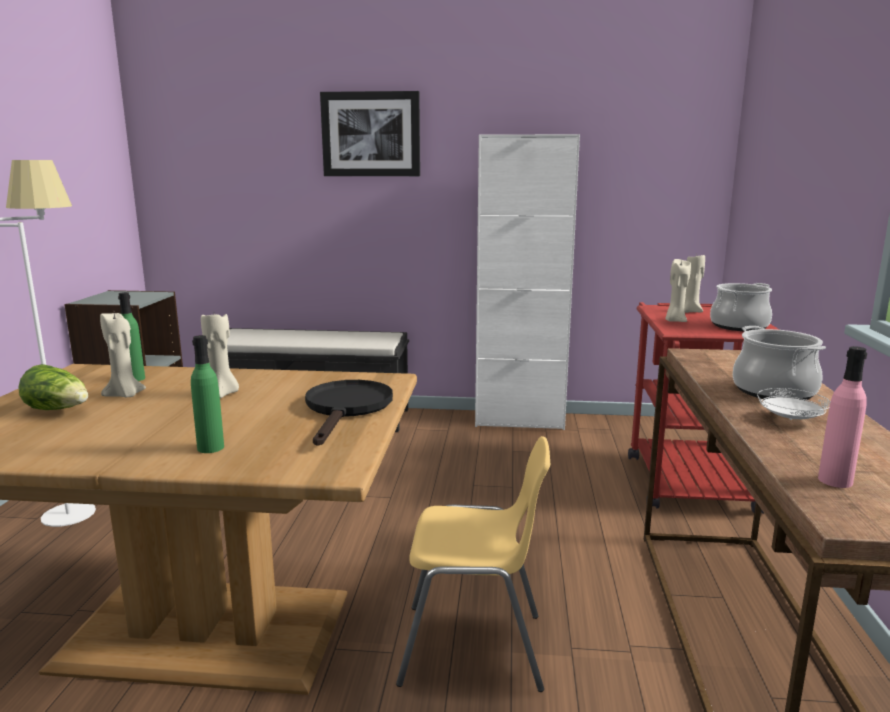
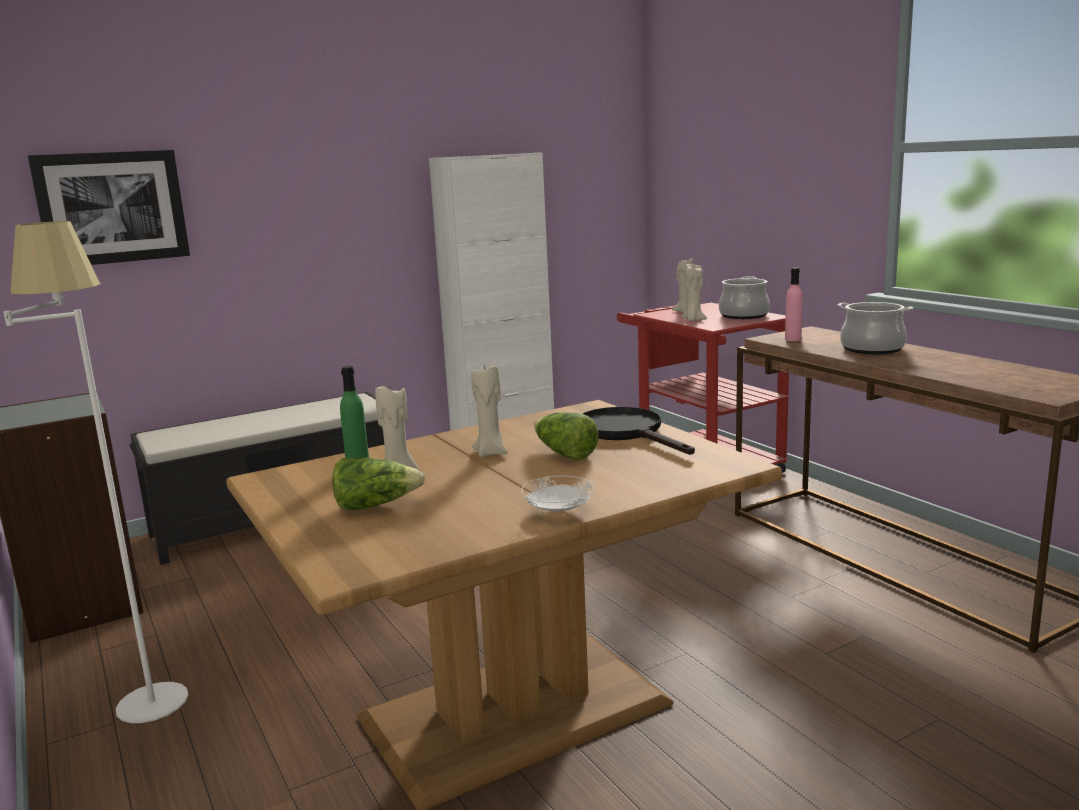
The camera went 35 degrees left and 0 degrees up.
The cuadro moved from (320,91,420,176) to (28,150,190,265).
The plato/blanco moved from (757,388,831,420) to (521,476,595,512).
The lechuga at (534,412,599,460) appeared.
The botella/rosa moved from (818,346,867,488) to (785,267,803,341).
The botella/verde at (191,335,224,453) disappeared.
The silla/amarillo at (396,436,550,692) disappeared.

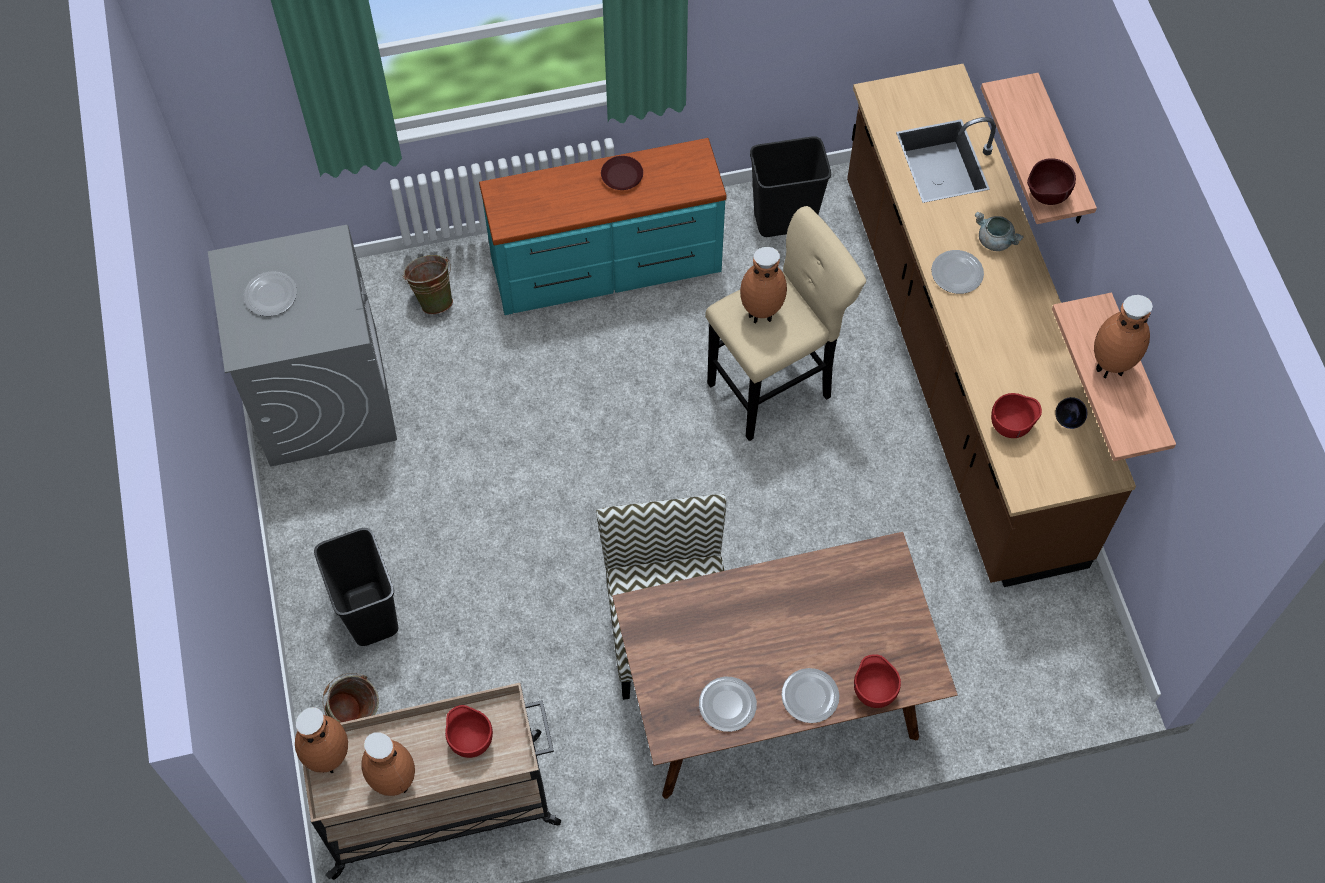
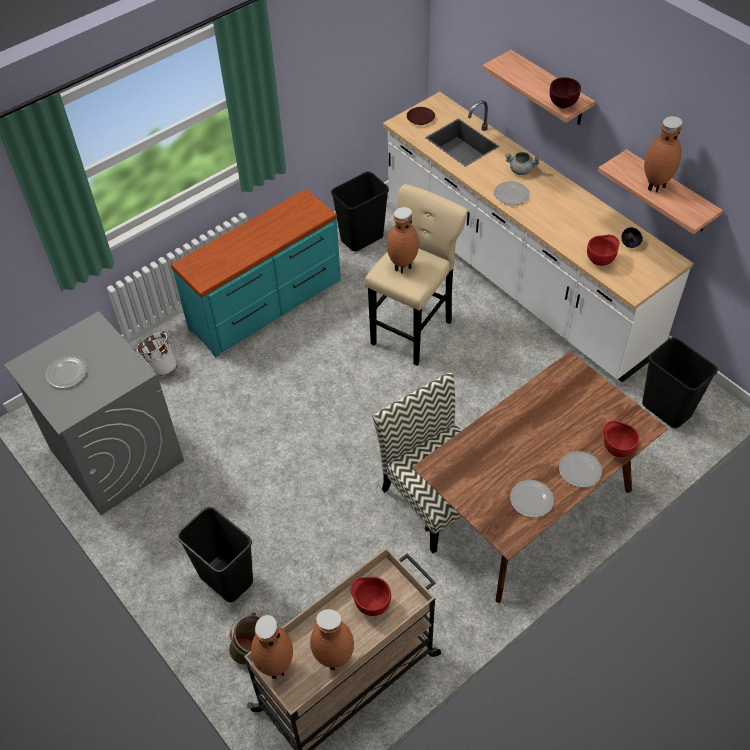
The camera went 25 degrees left and 10 degrees down.
The cubo/verde at (402,255,453,315) became the cubo/blanco at (137,330,178,376).
The mueble bajo de cocina/marrón at (847,64,1136,587) became the mueble bajo de cocina/blanco at (383,92,694,382).
The plato/marrón moved from (601,156,643,190) to (407,107,435,125).
The papelera/negro at (642,338,718,428) appeared.

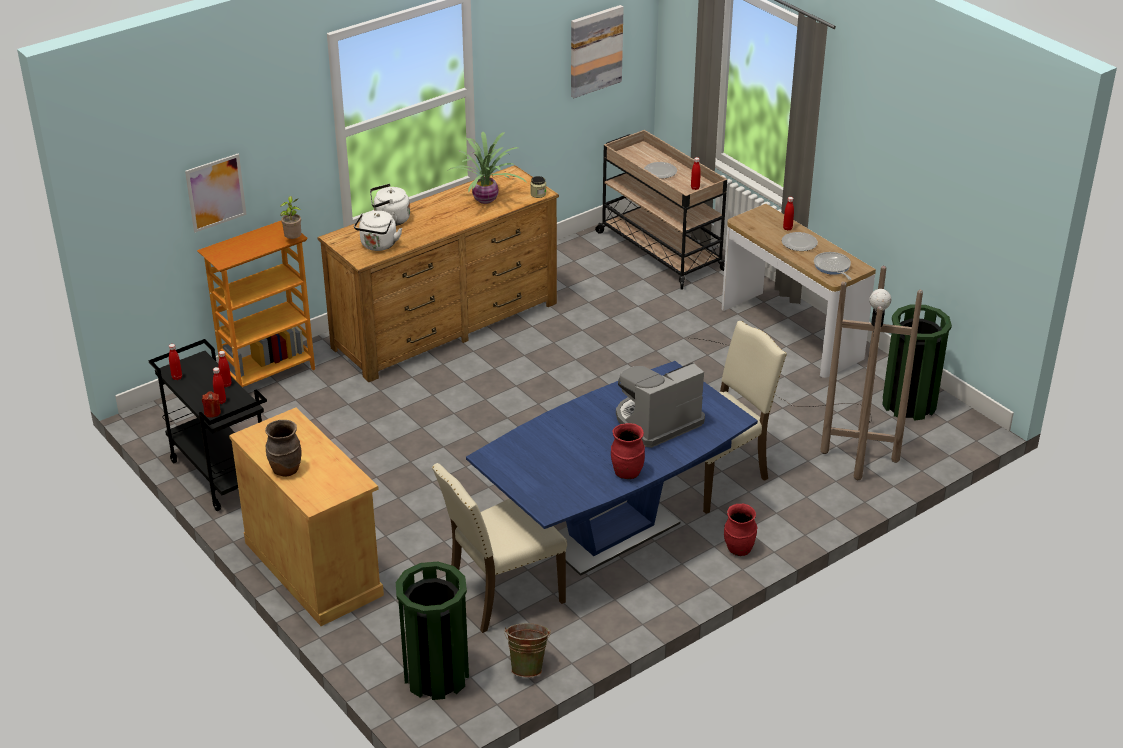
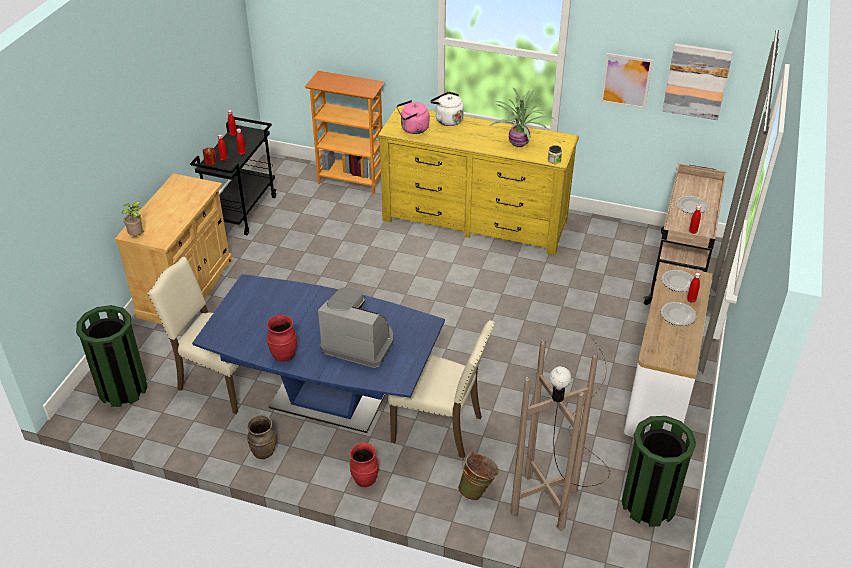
The camera went 55 degrees right and 5 degrees up.
The planta en maceta moved from (280,196,301,239) to (122,201,146,236).
The florero/marrón moved from (265,420,302,476) to (247,415,276,459).
The cómoda/marrón at (317,165,559,382) became the cómoda/amarillo at (378,106,579,255).
The hervidor/blanco at (354,211,402,251) became the hervidor/rosa at (397,100,429,134).
The cubo/verde moved from (504,623,551,677) to (458,451,499,501).
The cuadro moved from (185,154,247,233) to (600,53,653,109).
The plato at (662,270,694,292) appeared.
The sartén at (814,252,852,280) disappeared.

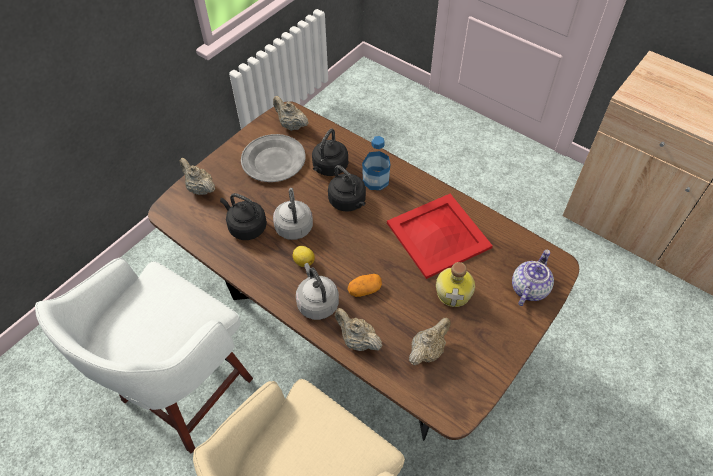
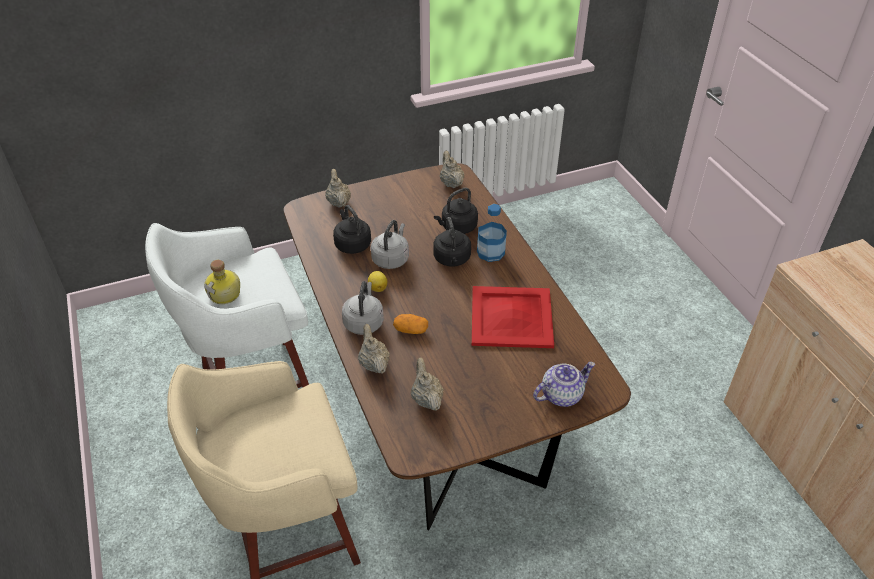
The camera went 30 degrees right and 10 degrees down.
The botella moved from (436,262,475,307) to (204,260,240,304).
The tetera/beis at (409,318,451,365) turned 90 degrees counterclockwise.
The plato/gris at (241,134,306,182) disappeared.

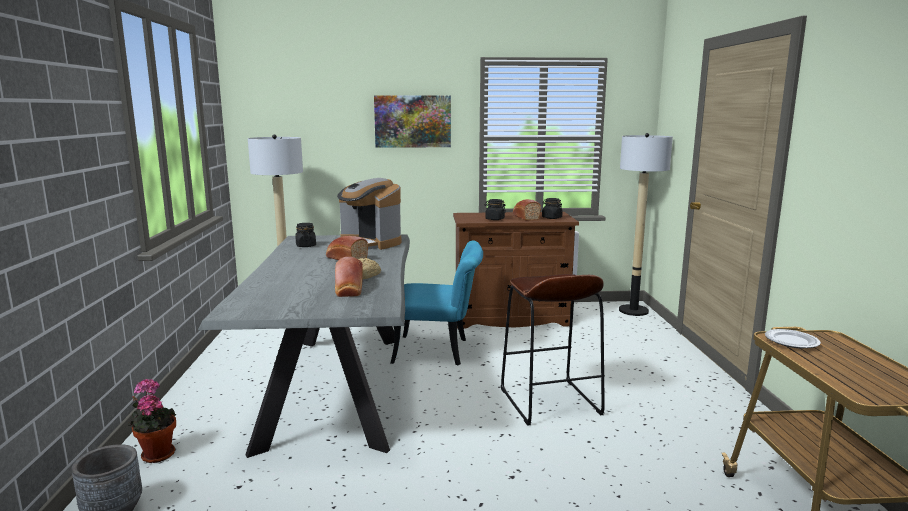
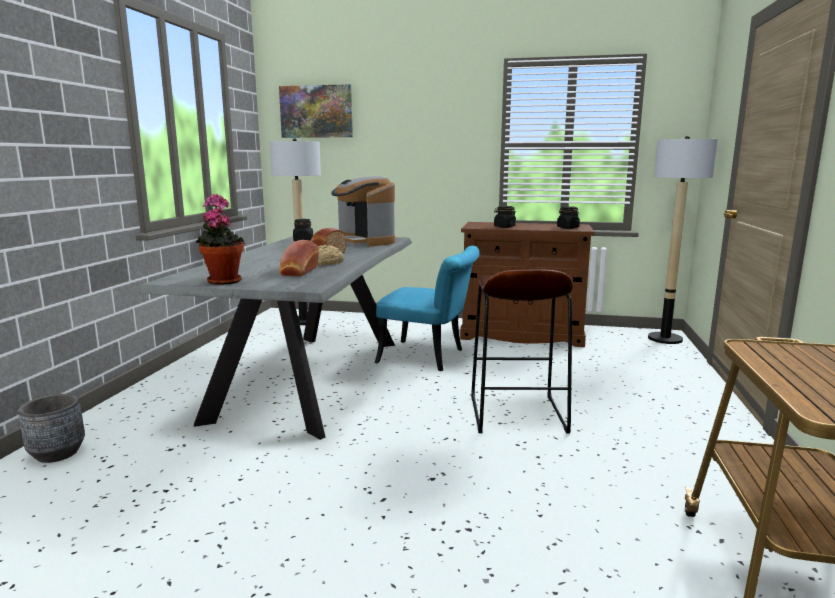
The camera went 15 degrees right and 0 degrees up.
The planta en maceta moved from (128,379,176,463) to (195,194,245,285).
The cuadro moved from (374,96,451,148) to (279,84,353,138).
The pan at (513,199,541,220) disappeared.
The plato at (765,329,821,348) disappeared.

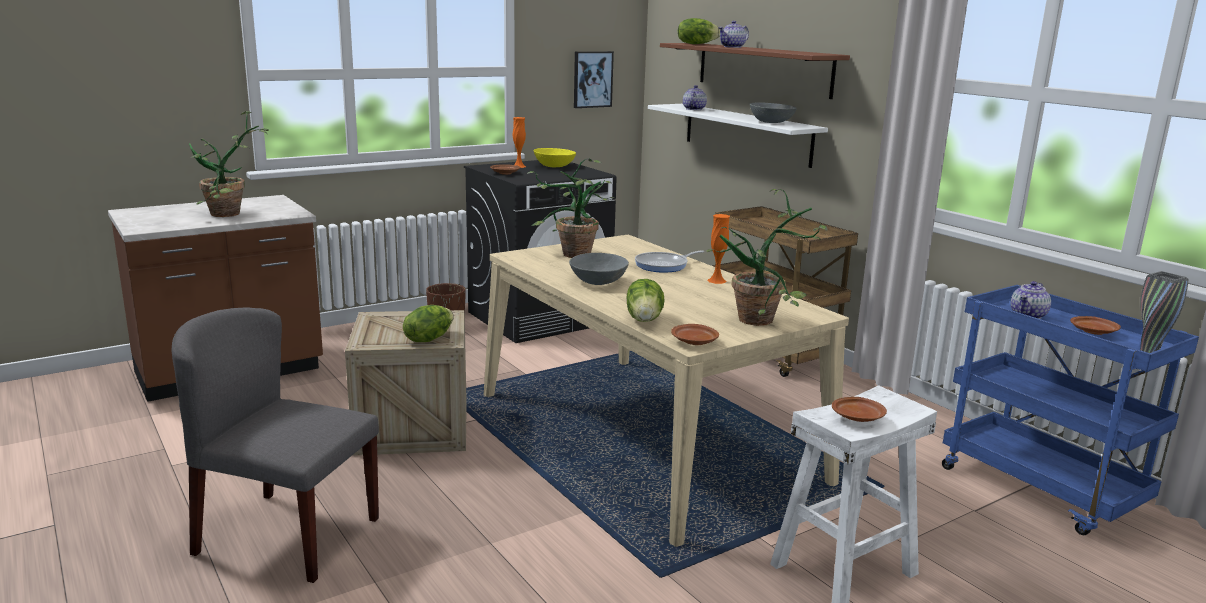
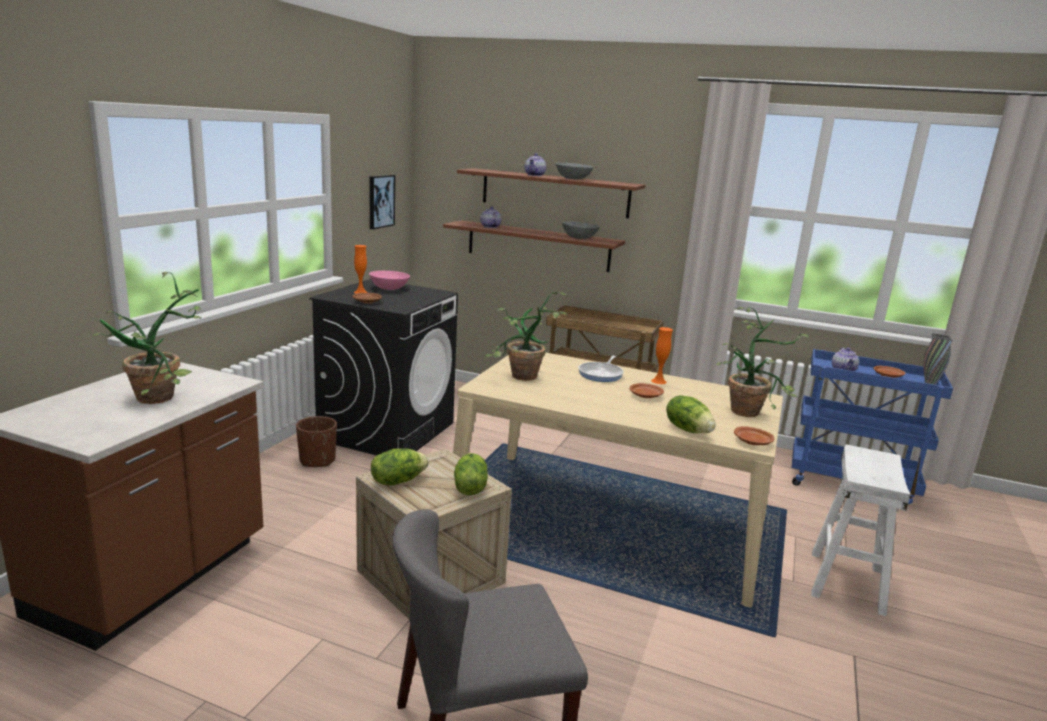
The camera went 35 degrees left and 0 degrees up.
The cuenco/amarillo at (533,148,576,167) became the cuenco/rosa at (369,271,410,290).
The lechuga moved from (678,18,720,44) to (371,448,429,485).
The estante/blanco at (648,104,828,168) became the estante/marrón at (443,220,625,272).
The cuenco/gris moved from (569,253,629,285) to (555,163,593,180).
The plato/marrón moved from (832,397,887,422) to (630,383,664,398).

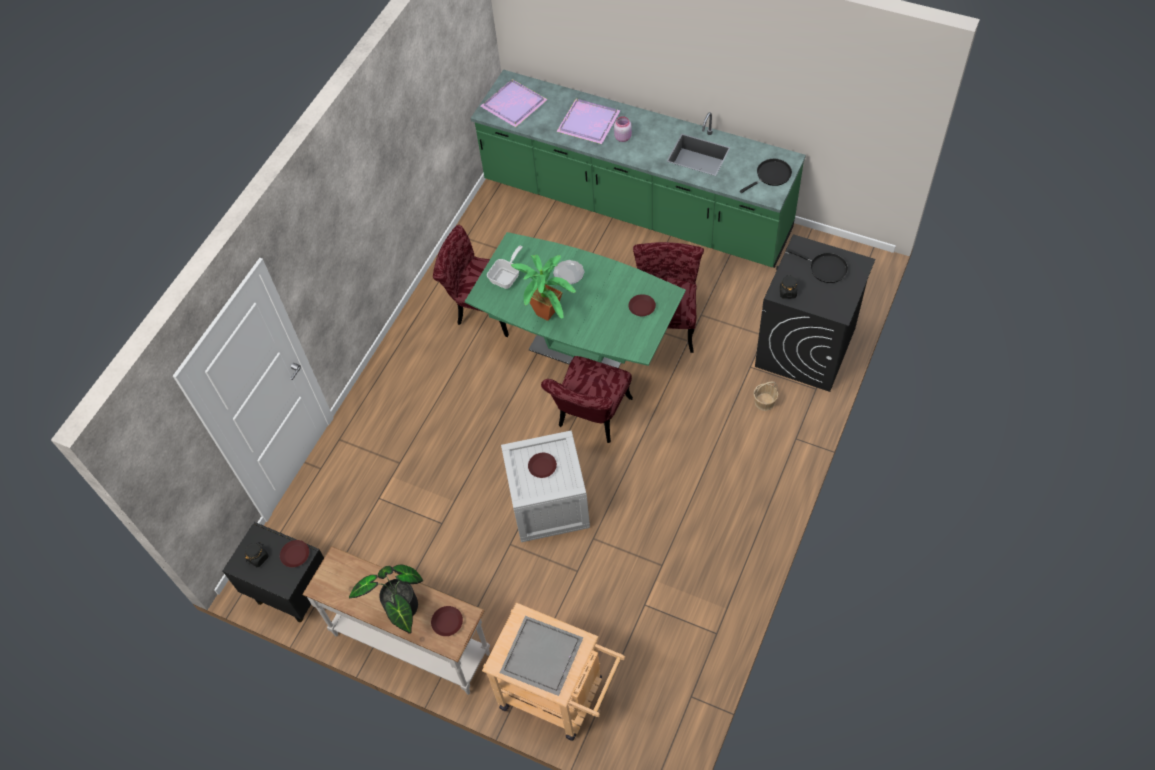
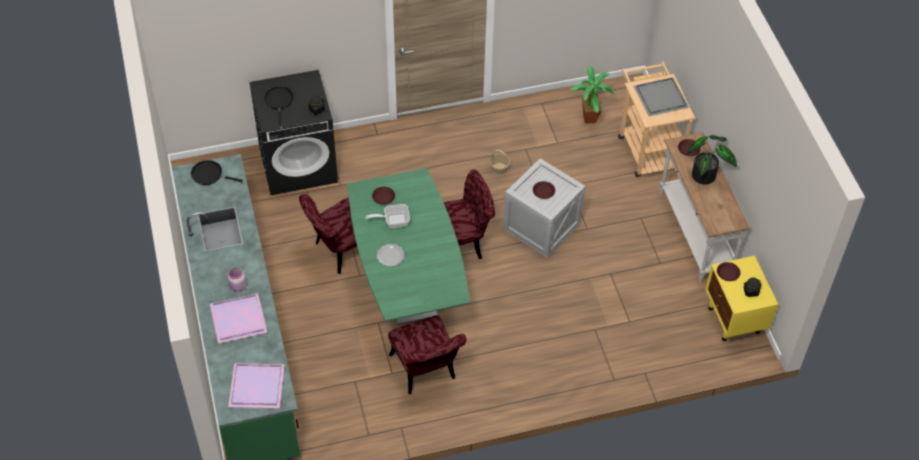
The camera went 135 degrees left and 5 degrees down.
The sartén moved from (487,245,523,289) to (366,204,410,228).
The cesta moved from (753,382,779,411) to (490,150,510,176).
The planta en maceta moved from (511,255,576,321) to (570,66,615,124).
The mesita de noche/negro at (223,522,324,622) became the mesita de noche/amarillo at (705,256,778,341).

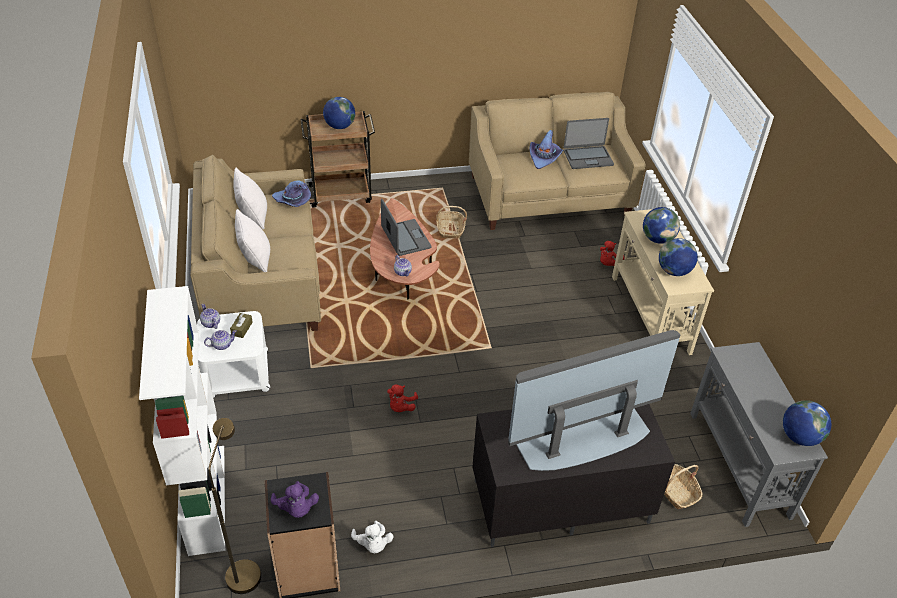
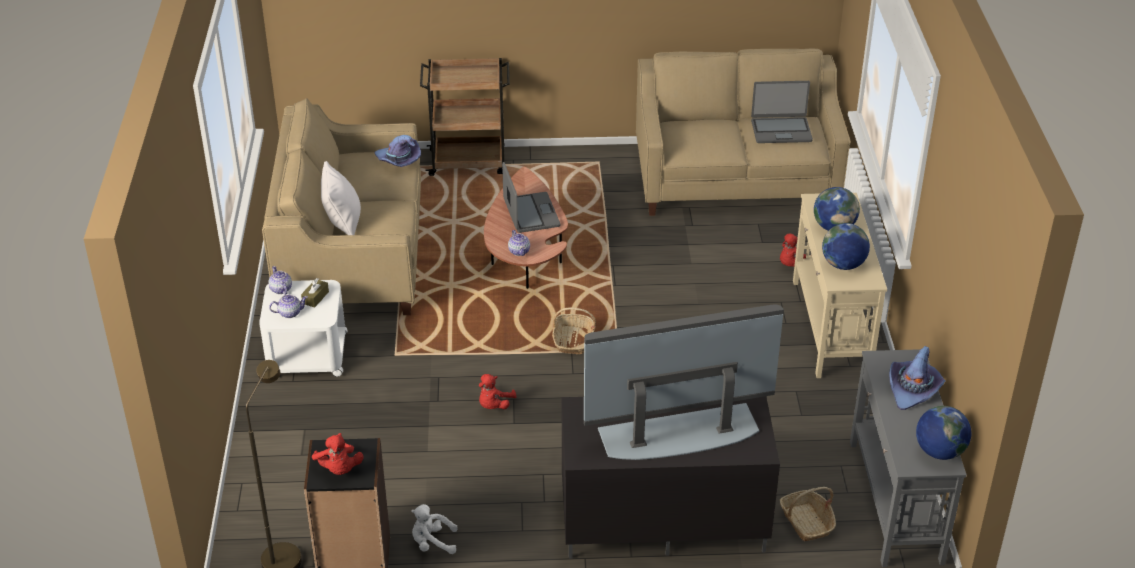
The camera went 10 degrees right and 5 degrees down.
The peluche/morado at (271,481,319,518) became the peluche/rojo at (312,433,364,475).
The peluche/blanco at (351,521,394,553) turned 105 degrees clockwise.
The cesta moved from (436,206,467,238) to (552,307,596,354).
The sombrero/morado moved from (529,130,563,169) to (889,346,945,410).
The estantería/blanco at (139,286,225,556) disappeared.
The cojín/blanco at (233,168,267,229) disappeared.
The globo terráqueo at (323,97,355,129) disappeared.

